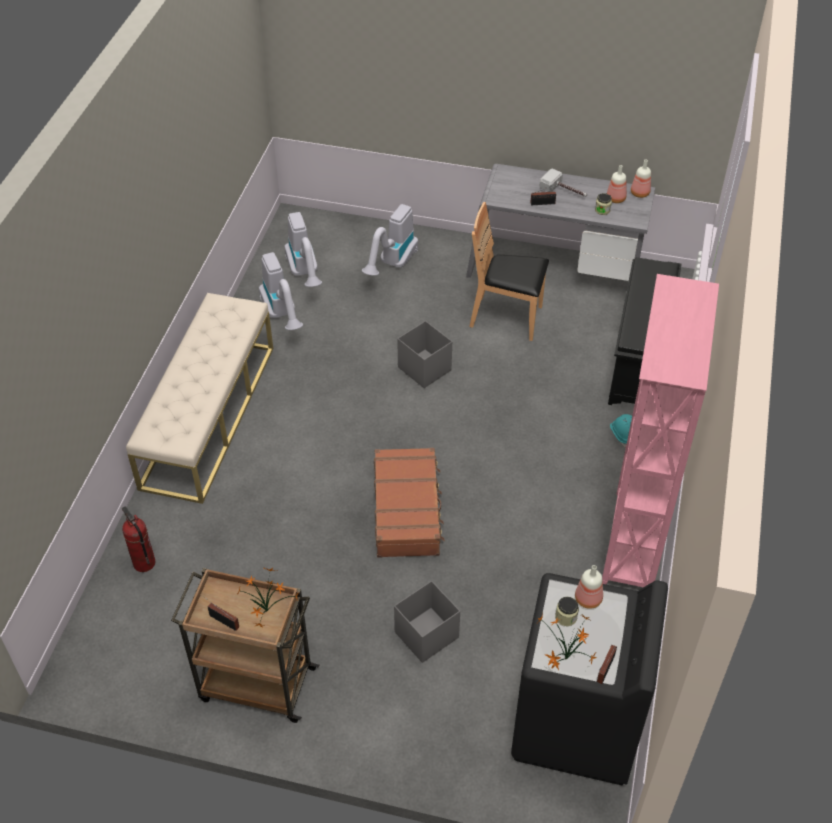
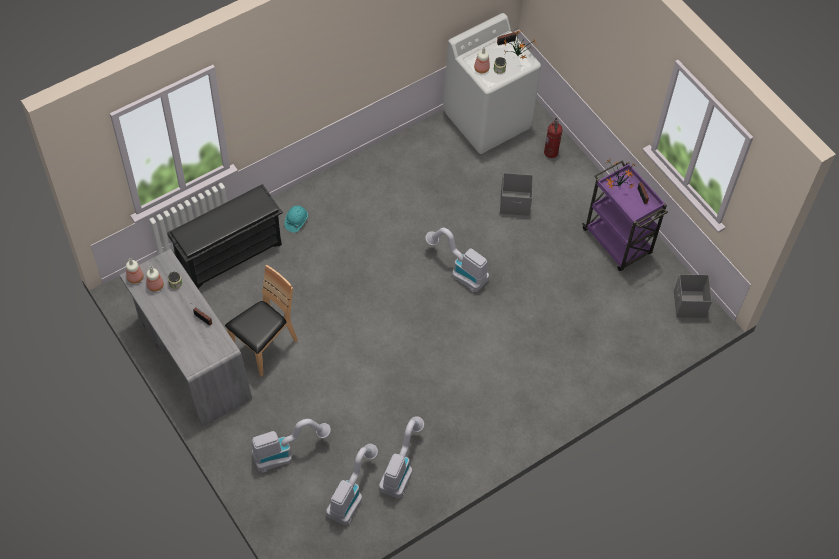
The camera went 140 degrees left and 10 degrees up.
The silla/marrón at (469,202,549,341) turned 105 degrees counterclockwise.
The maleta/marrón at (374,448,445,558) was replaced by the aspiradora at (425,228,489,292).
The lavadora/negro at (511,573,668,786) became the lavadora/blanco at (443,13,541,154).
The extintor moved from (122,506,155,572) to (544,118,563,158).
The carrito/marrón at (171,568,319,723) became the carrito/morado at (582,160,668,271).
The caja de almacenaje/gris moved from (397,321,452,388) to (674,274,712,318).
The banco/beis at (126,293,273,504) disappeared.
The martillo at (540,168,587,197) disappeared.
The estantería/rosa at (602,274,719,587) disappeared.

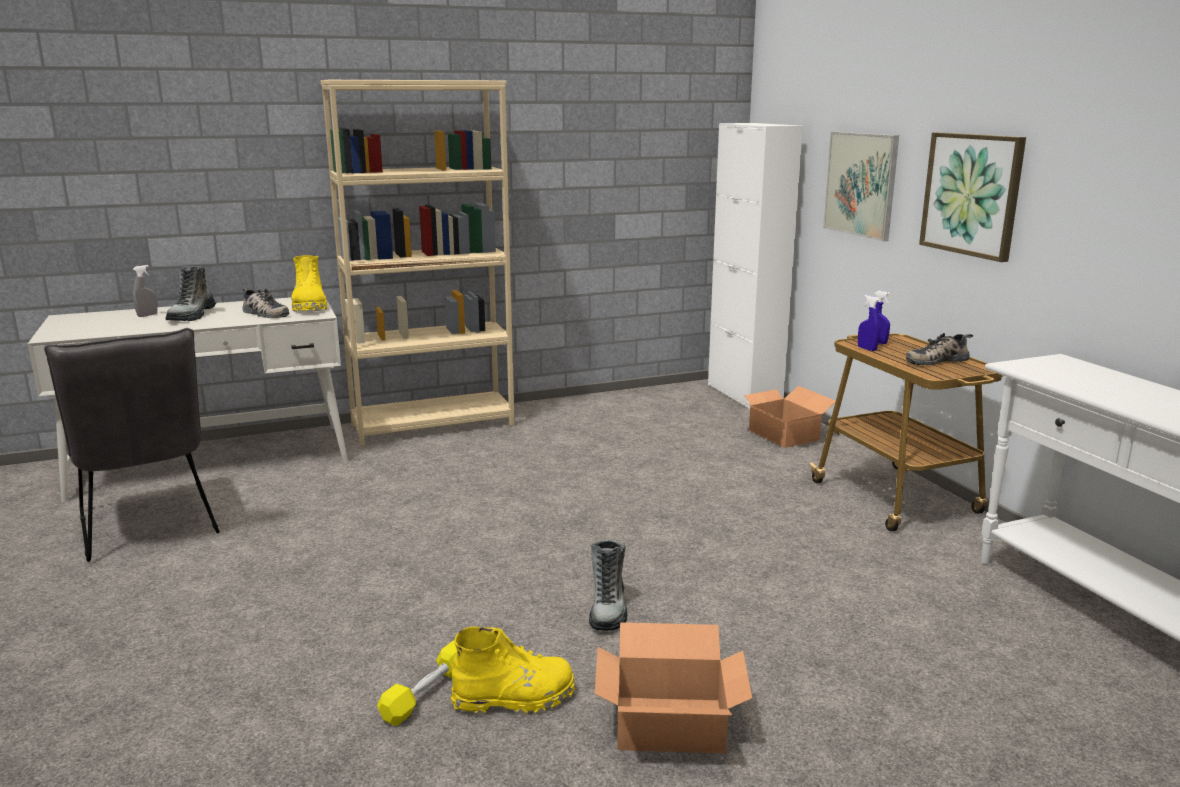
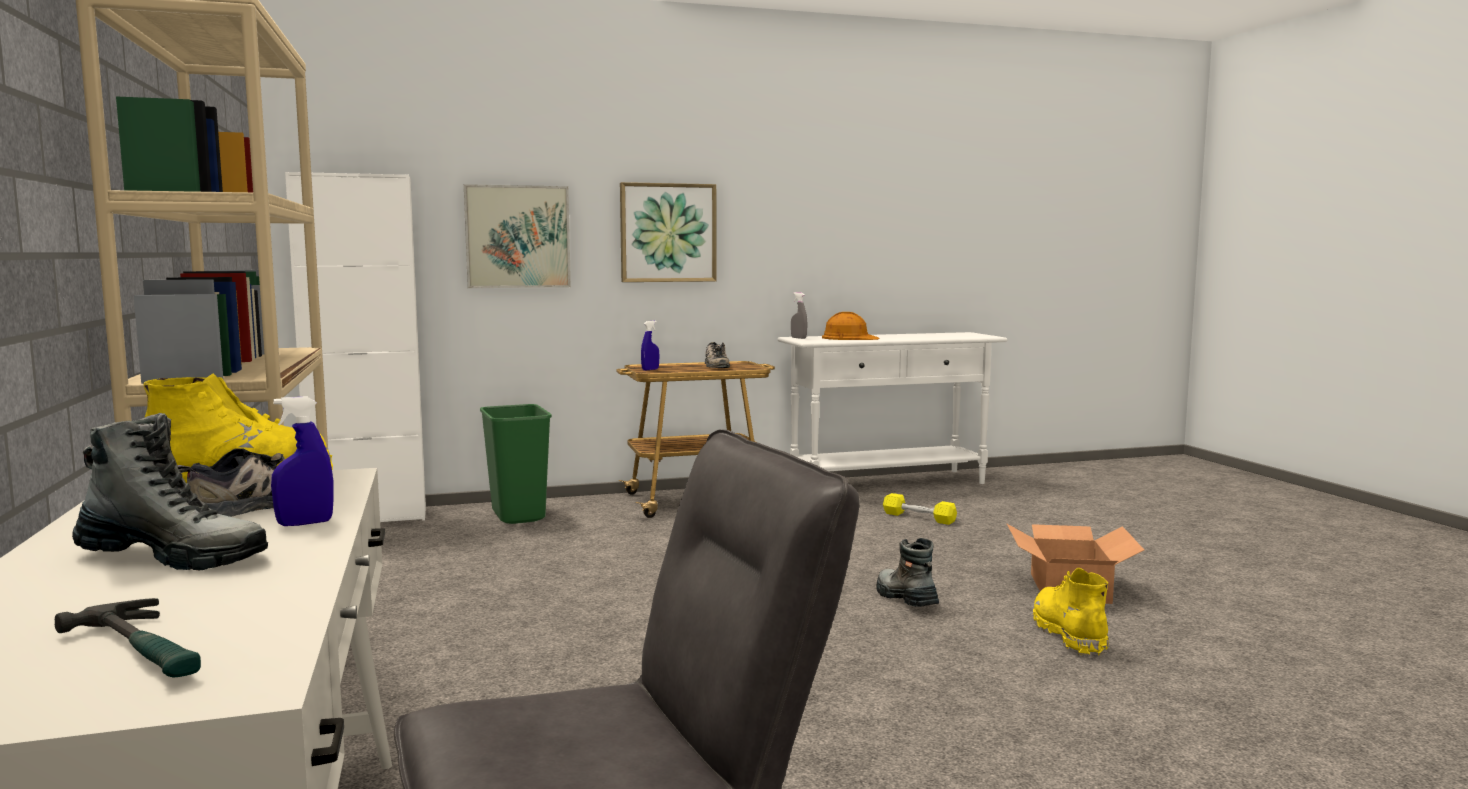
The camera went 85 degrees left and 10 degrees down.
The martillo at (54,598,201,677) appeared.
The pulverizador/azul moved from (858,295,880,351) to (271,396,334,526).
The caja de cartón at (738,386,836,448) was replaced by the papelera/verde at (480,404,552,524).
The pulverizador/gris moved from (133,265,157,317) to (791,292,807,339).
The casco/naranja at (822,312,880,340) appeared.
The bota at (589,540,627,631) turned 120 degrees counterclockwise.
The mancuerna/amarillo moved from (377,641,457,726) to (883,493,957,525).

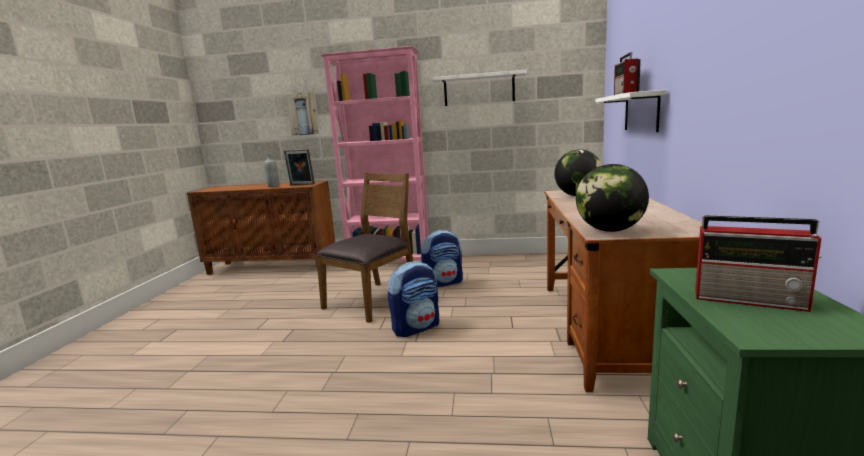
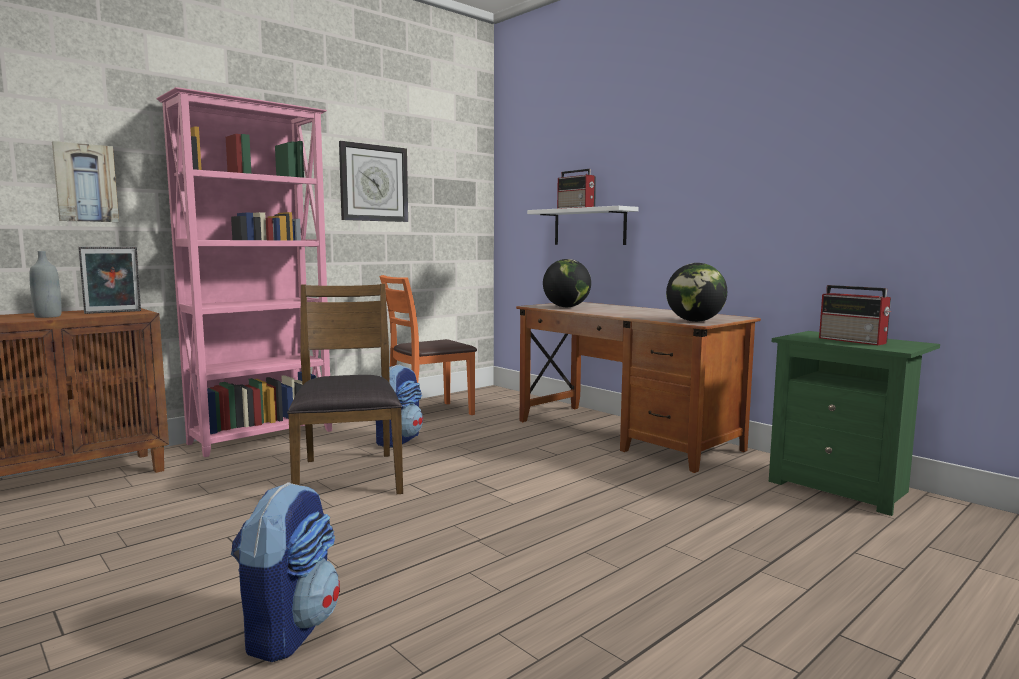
The camera went 50 degrees left and 5 degrees down.
The mochila moved from (388,261,439,337) to (231,482,340,662).
The estante/blanco at (431,70,527,106) was replaced by the reloj de pared at (339,141,408,222).
The silla/naranja at (379,275,477,415) appeared.
The radio at (695,215,822,312) turned 75 degrees clockwise.

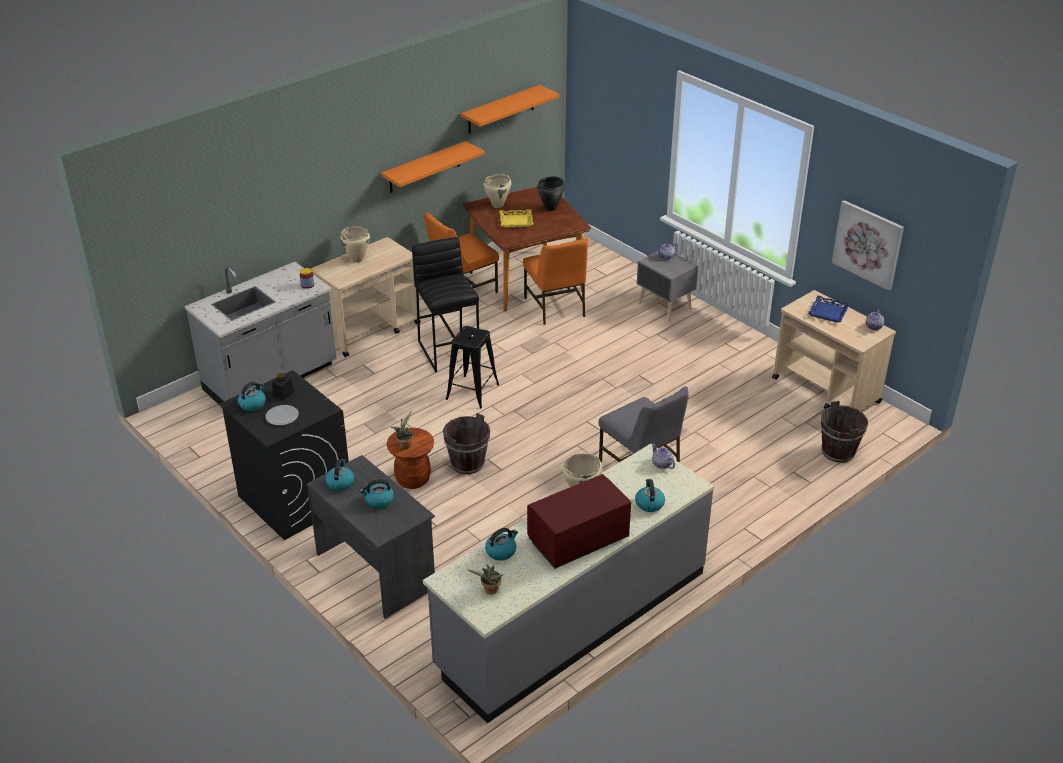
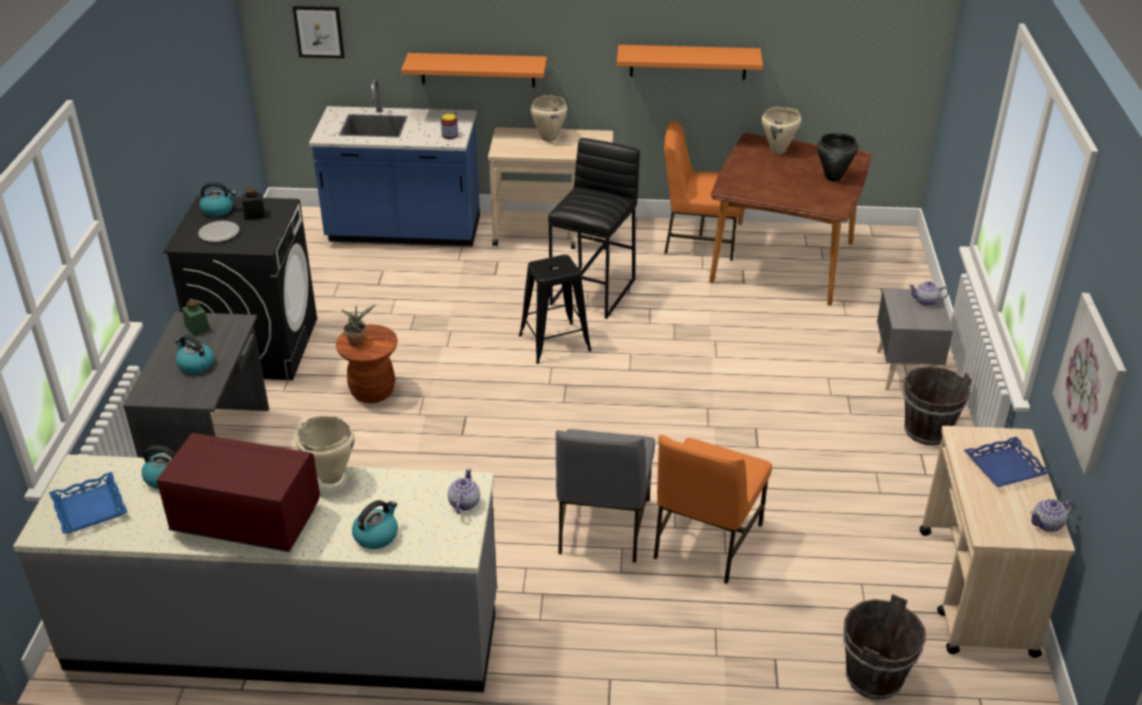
The camera went 45 degrees right and 0 degrees up.
The planta en maceta at (469,564,503,594) was replaced by the bandeja/azul at (49,472,128,534).
The hervidor at (325,459,354,491) was replaced by the tarro/verde at (182,300,210,336).
The cuadro at (293,6,345,58) appeared.
The mueble bajo de cocina/gris at (185,262,337,404) became the mueble bajo de cocina/azul at (309,79,480,246).
The estante/naranja moved from (461,85,559,134) to (401,53,547,87).
The silla/naranja moved from (523,238,588,325) to (653,435,772,584).
The cubo/marrón moved from (443,413,490,474) to (903,366,972,445).
The bandeja/amarillo at (499,209,534,228) disappeared.

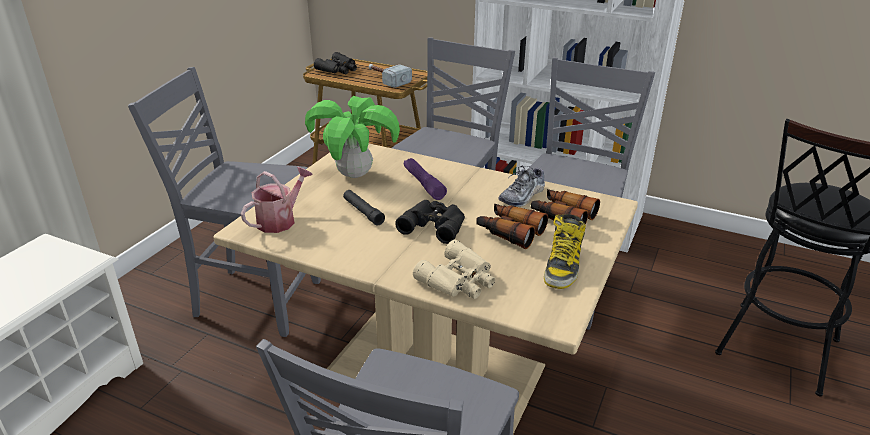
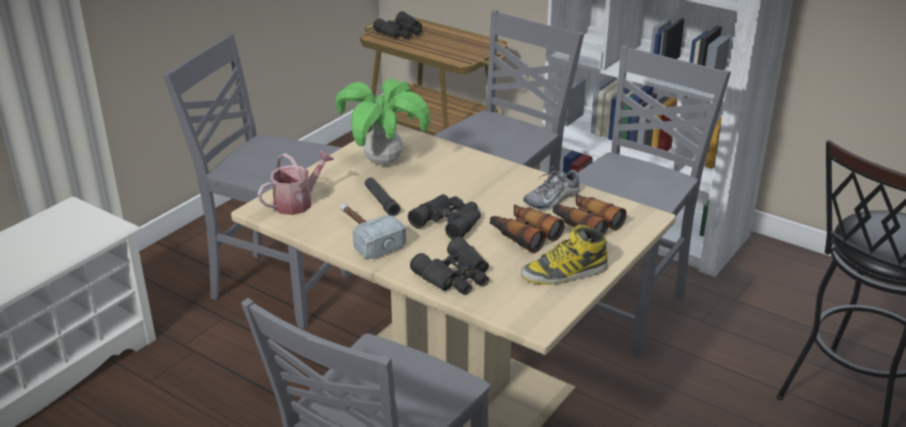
The camera went 10 degrees right and 0 degrees up.
The martillo moved from (369,64,412,88) to (340,203,406,259).
The prismáticos/beis at (413,239,495,299) became the prismáticos/negro at (410,237,489,295).
The bota at (544,214,586,289) turned 45 degrees clockwise.
The linterna/morado at (404,158,447,200) disappeared.

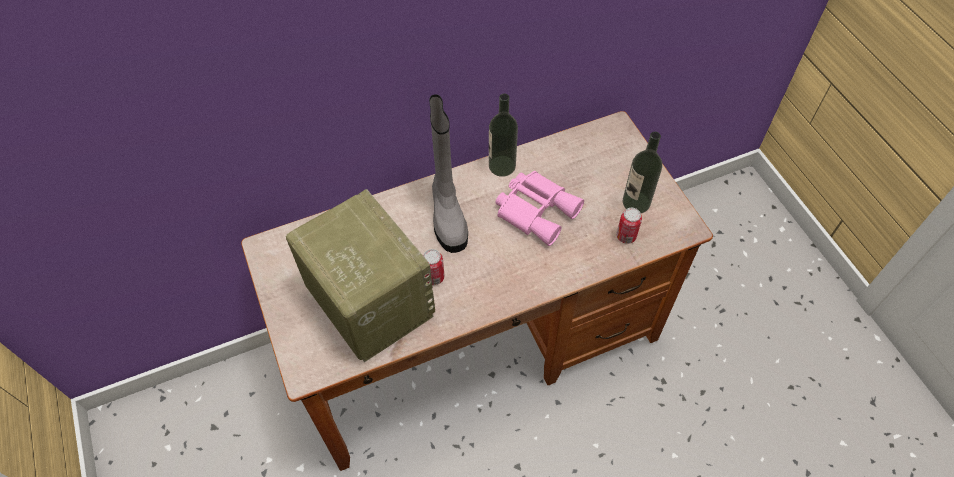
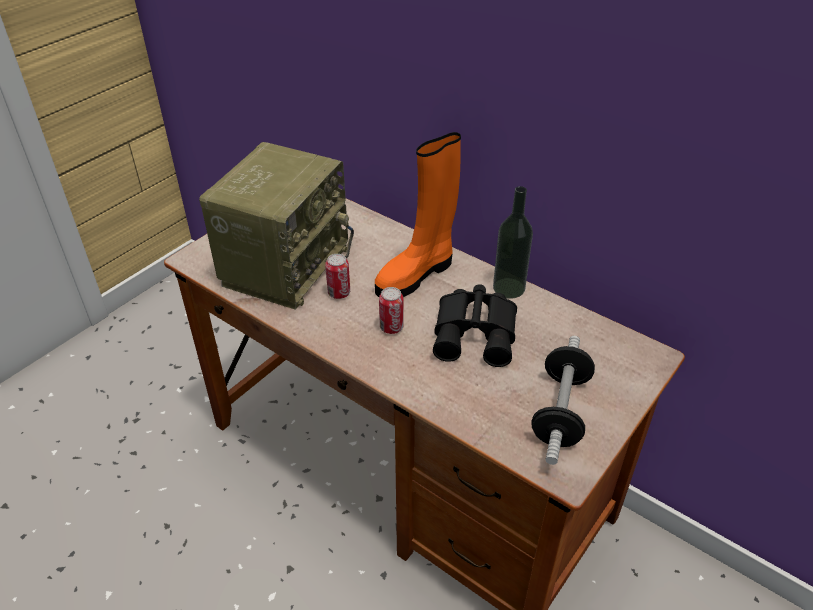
The camera went 60 degrees right and 15 degrees down.
The bota/gris at (429,94,468,253) became the bota/naranja at (375,132,461,297).
The lata moved from (616,208,642,244) to (379,287,404,334).
The prismáticos/rosa at (495,171,584,246) became the prismáticos/negro at (433,284,517,367).
The botella at (623,132,662,213) was replaced by the mancuerna at (531,336,595,465).

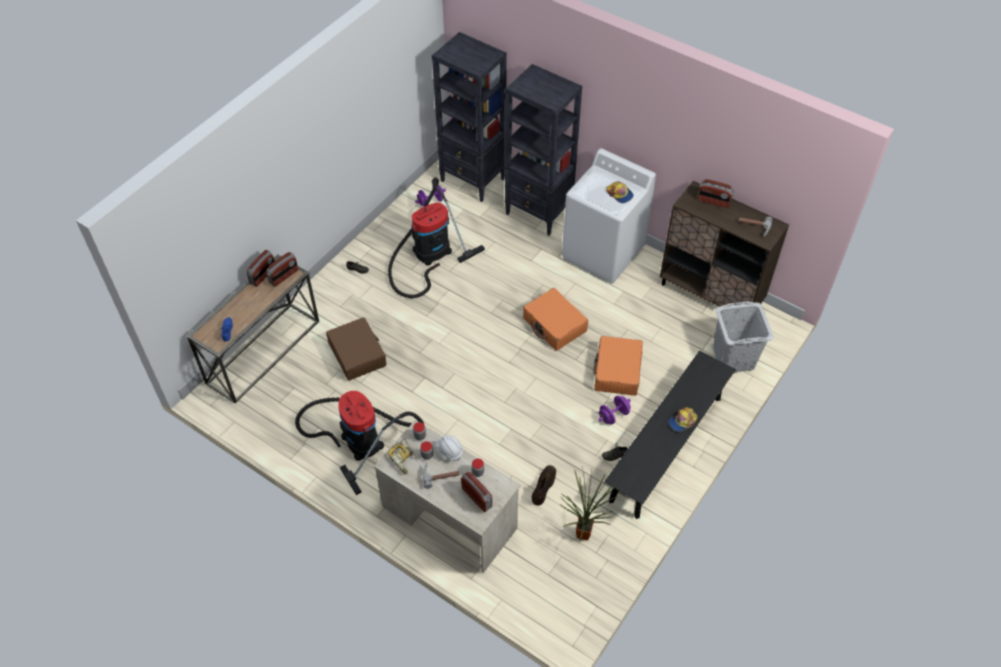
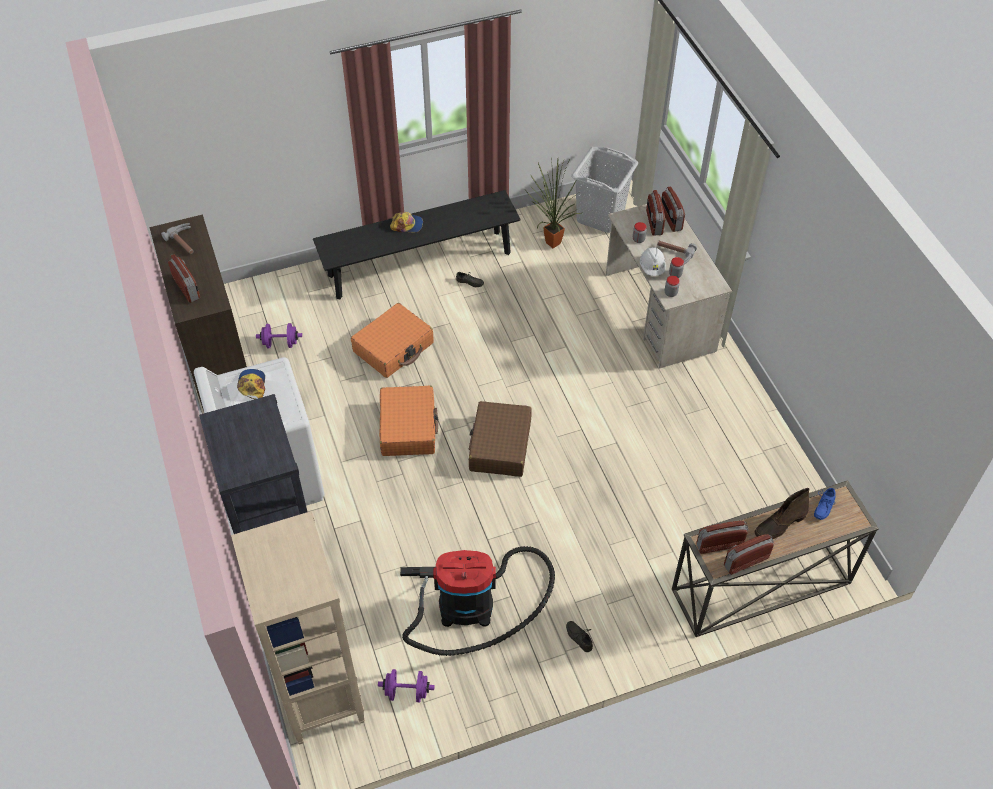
The camera went 145 degrees left and 0 degrees up.
The estantería/negro at (432,32,507,202) became the estantería/beis at (231,511,365,745).
The mancuerna/morado moved from (599,396,631,425) to (256,323,302,348).
The maleta/marrón moved from (326,317,386,381) to (469,401,532,477).
The cesto de la ropa/gris moved from (713,302,774,372) to (572,147,638,233).
The radio at (661,186,685,232) appeared.
The bota/marrón moved from (532,465,556,505) to (755,488,809,540).
The aspiradora at (295,391,424,495) disappeared.
The taladro at (388,438,417,474) disappeared.

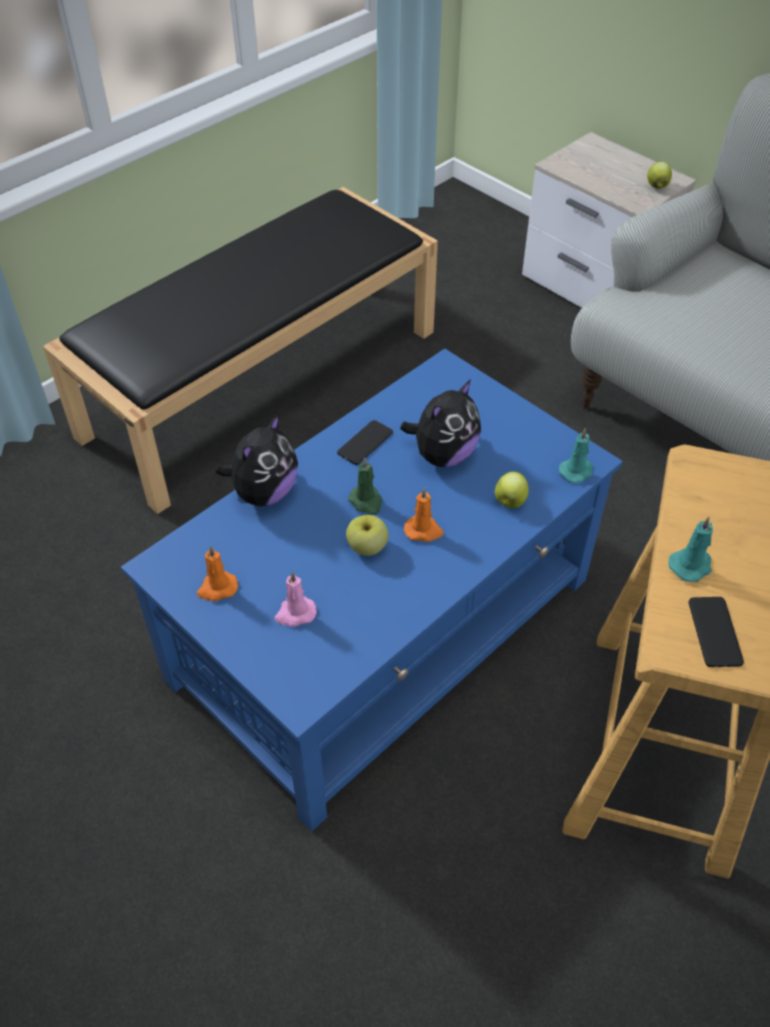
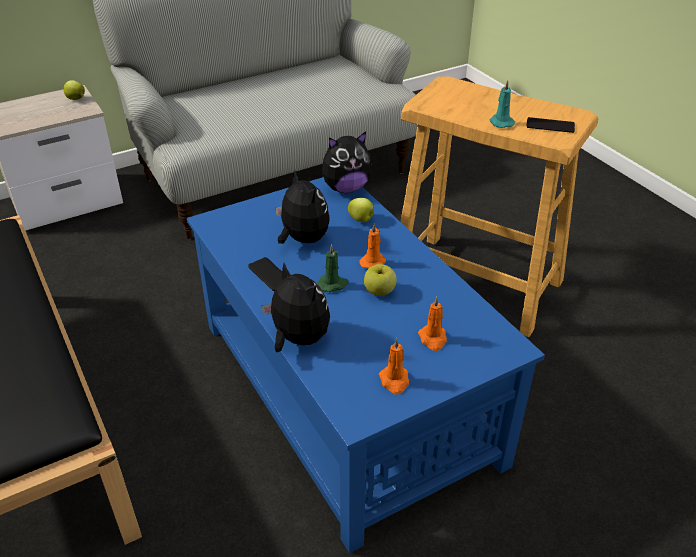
The camera went 75 degrees left and 10 degrees down.
The vela/turquesa at (559,428,593,483) was replaced by the peluche at (322,132,372,193).
The vela/rosa at (275,571,317,627) became the vela/naranja at (418,297,447,351).

